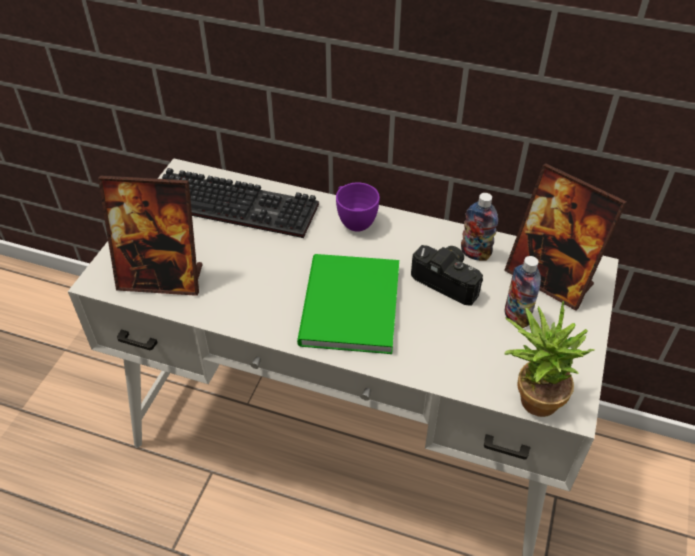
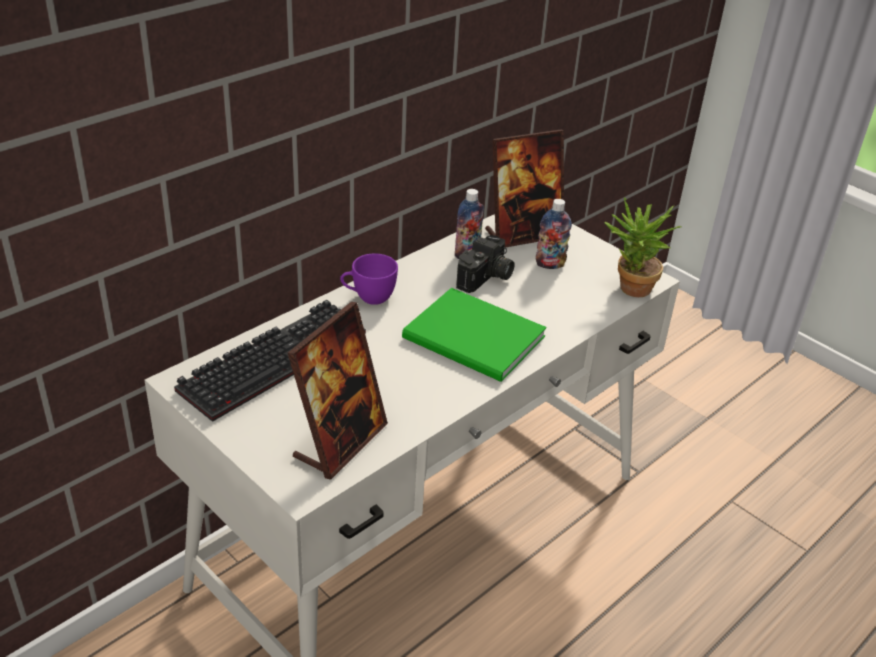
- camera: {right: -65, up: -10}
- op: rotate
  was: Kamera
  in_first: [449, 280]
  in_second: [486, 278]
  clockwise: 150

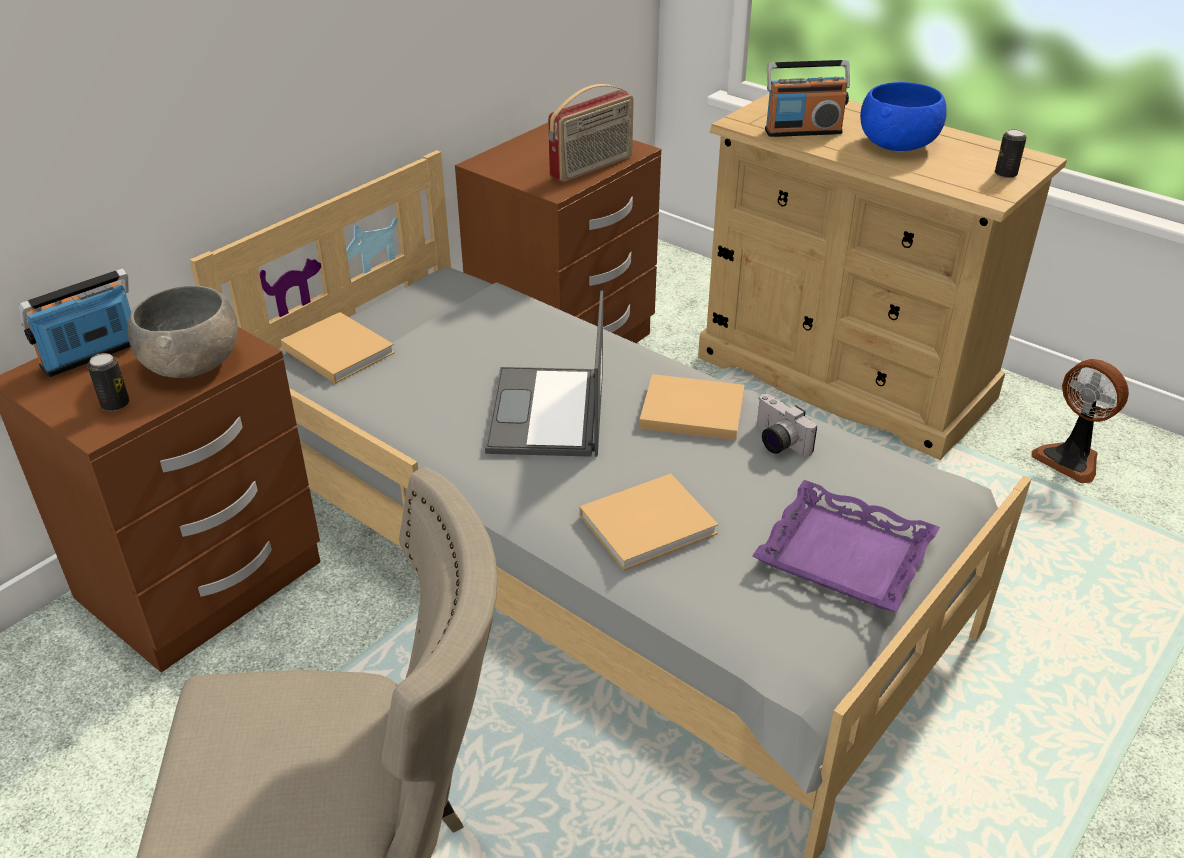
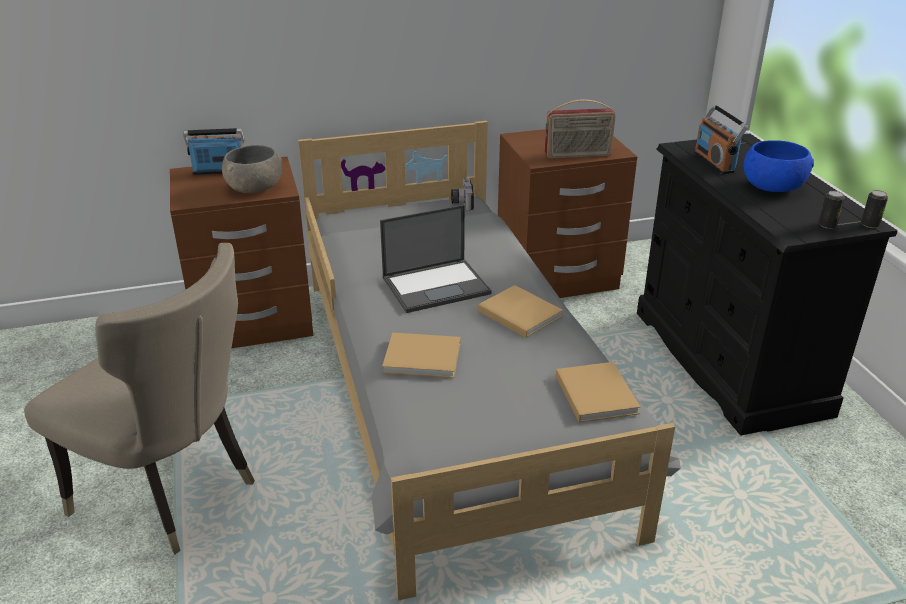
- camera: {right: 35, up: -5}
- op: rotate
  was: Laptop
  in_first: [547, 414]
  in_second: [437, 285]
  clockwise: -150
- op: move
  was: Kamera
  in_first: [776, 442]
  in_second: [461, 202]
- op: move
  was: Buch (beige)
  in_first: [336, 349]
  in_second: [595, 392]
- op: recolor
  was: Kommode (beige)
  now: Kommode (schwarz)
  in_first: [844, 377]
  in_second: [728, 361]
- op: rotate
  was: Radio
  in_first: [802, 131]
  in_second: [714, 162]
  clockwise: 45
- op: move
  was: Dose
  in_first: [115, 404]
  in_second: [870, 224]
- op: delete
  was: Tablett (lila)
  in_first: [845, 554]
- op: delete
  was: Ventilator
  in_first: [1070, 459]

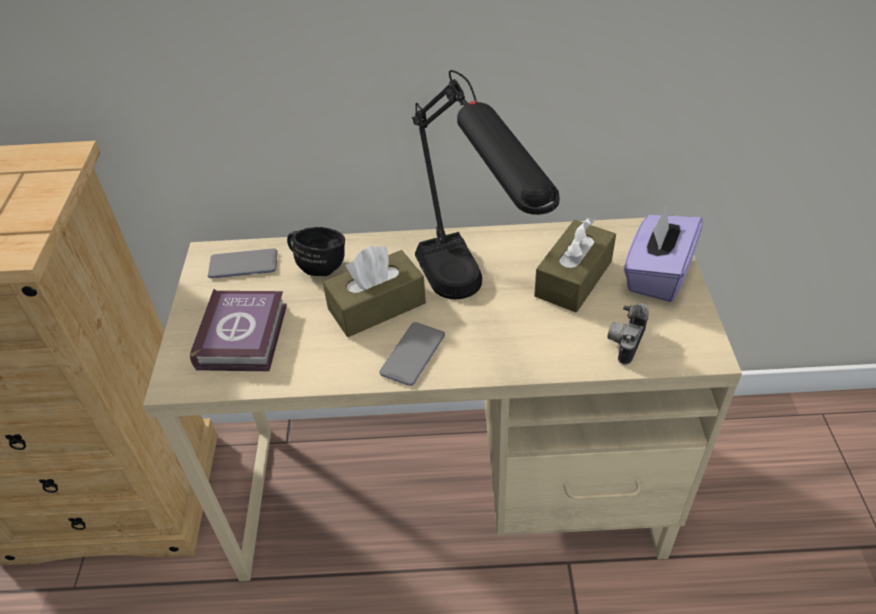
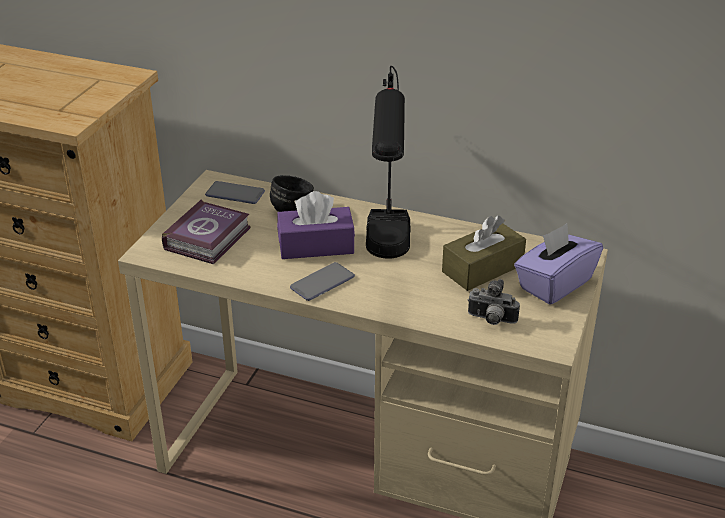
- camera: {right: 20, up: -10}
- op: recolor
  was: Taschentuchbox (braun)
  now: Taschentuchbox (lila)
  in_first: [377, 306]
  in_second: [316, 246]
- op: rotate
  was: Kamera
  in_first: [625, 343]
  in_second: [491, 320]
  clockwise: -120

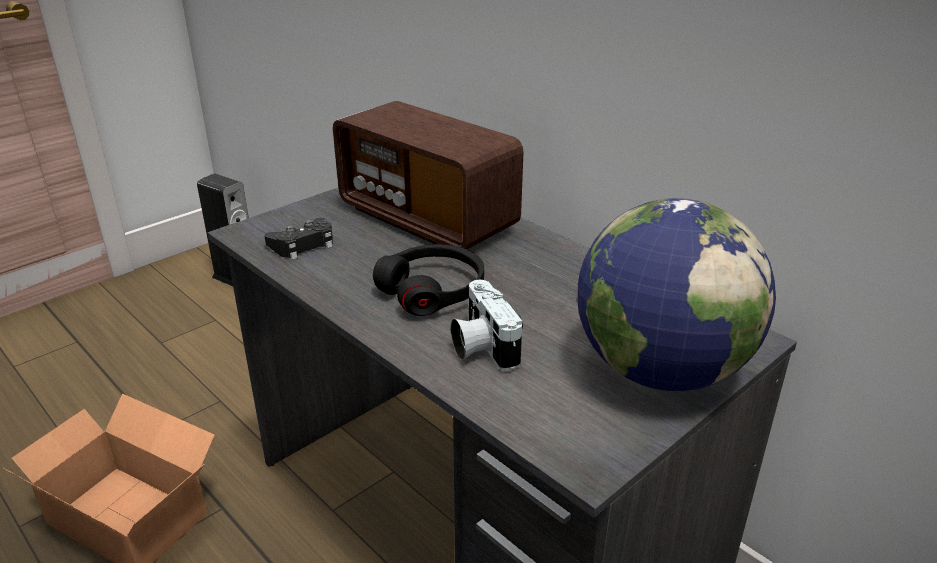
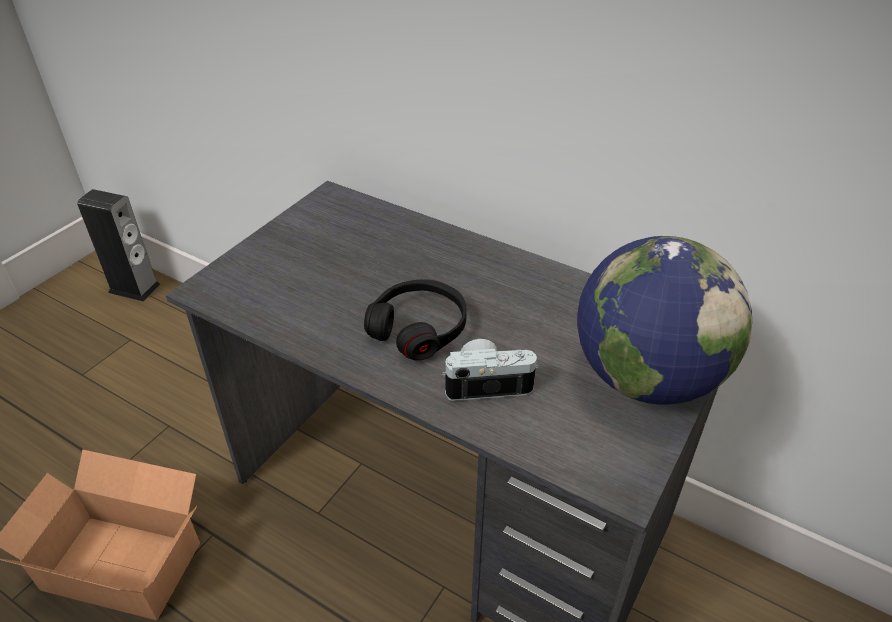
- camera: {right: -15, up: 10}
- op: rotate
  was: Kamera
  in_first: [481, 346]
  in_second: [487, 382]
  clockwise: 120
- op: delete
  was: Gamepad (schwarz)
  in_first: [303, 245]
- op: delete
  was: Radio
  in_first: [427, 219]

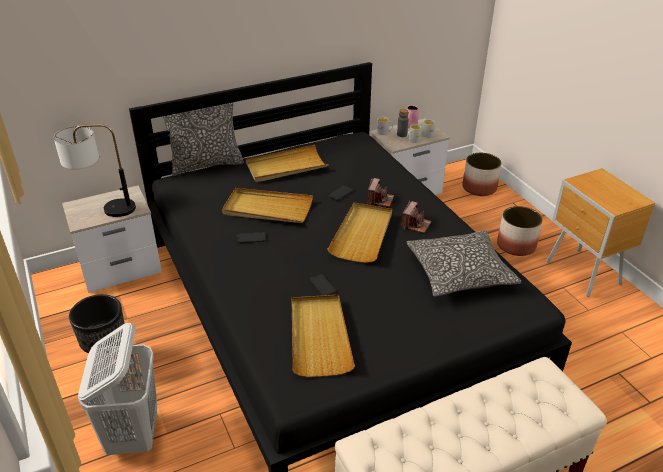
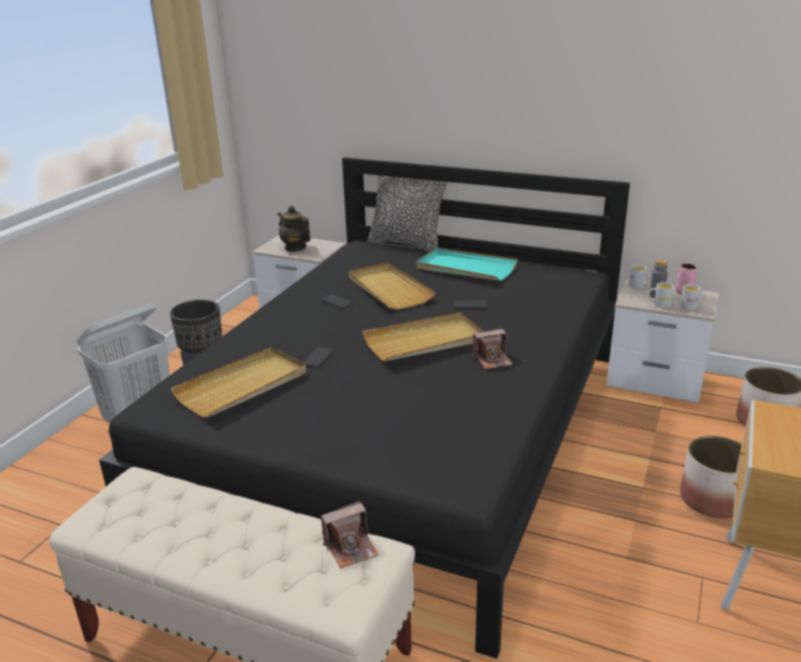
- camera: {right: 50, up: -10}
- op: replace
  was: Tischlampe
  now: Teekanne
  in_first: [104, 209]
  in_second: [295, 248]
- op: move
  was: Kamera
  in_first: [380, 200]
  in_second: [351, 548]
- op: recolor
  was: Tablett (beige)
  now: Tablett (türkis)
  in_first: [286, 166]
  in_second: [465, 268]
- op: delete
  was: Kissen
  in_first: [460, 273]

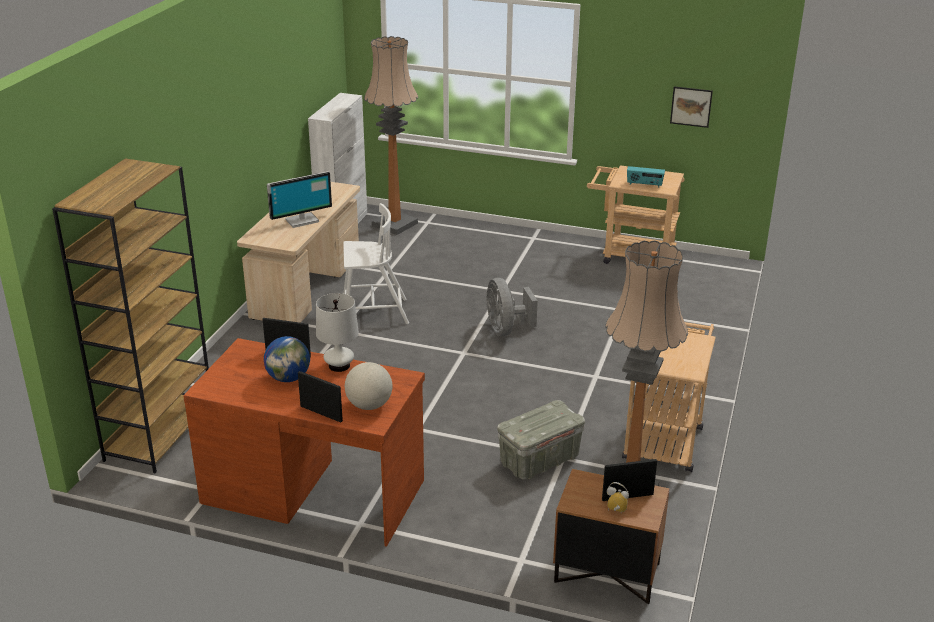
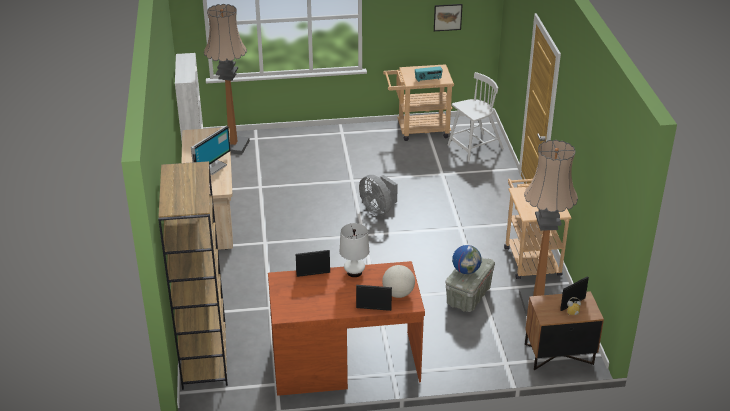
- camera: {right: -25, up: 5}
- op: move
  was: Stuhl (weiß)
  in_first: [373, 313]
  in_second: [474, 147]
- op: move
  was: Globus
  in_first: [288, 378]
  in_second: [466, 270]

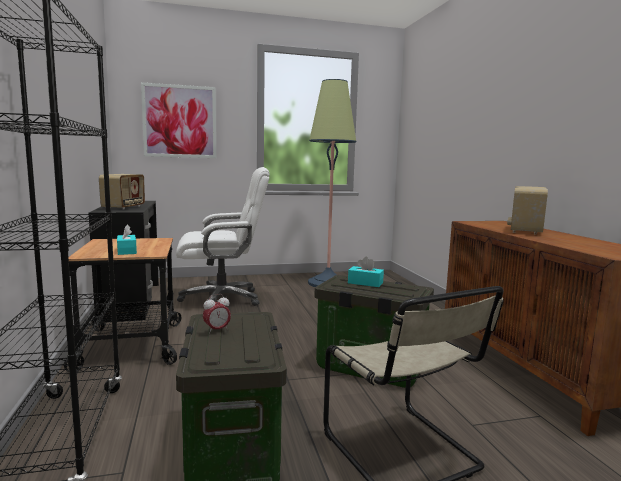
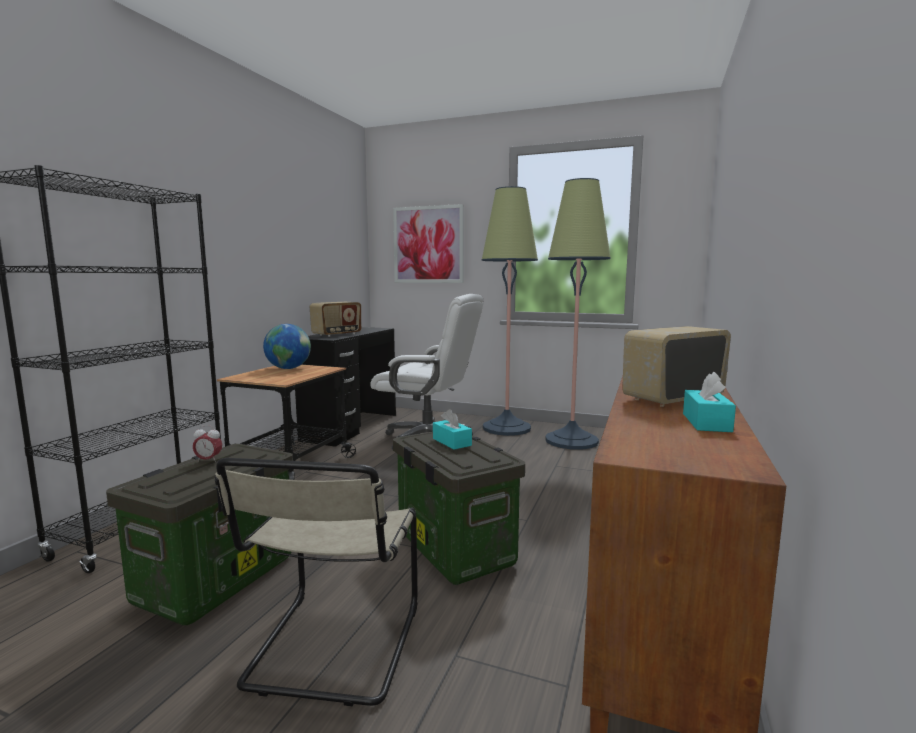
- camera: {right: 35, up: 0}
- op: insert
  now: Globus
  in_second: [288, 368]
- op: insert
  now: Stehlampe
  in_second: [506, 428]
- op: move
  was: Taschentuchbox (türkis)
  in_first: [127, 251]
  in_second: [706, 422]

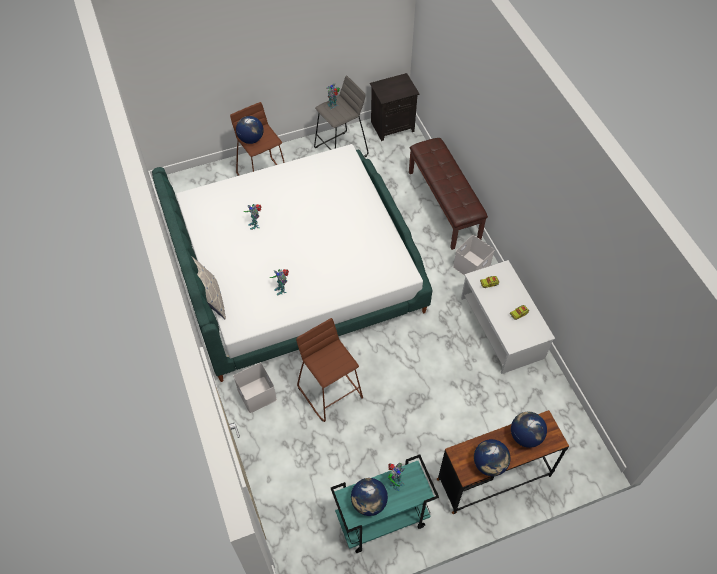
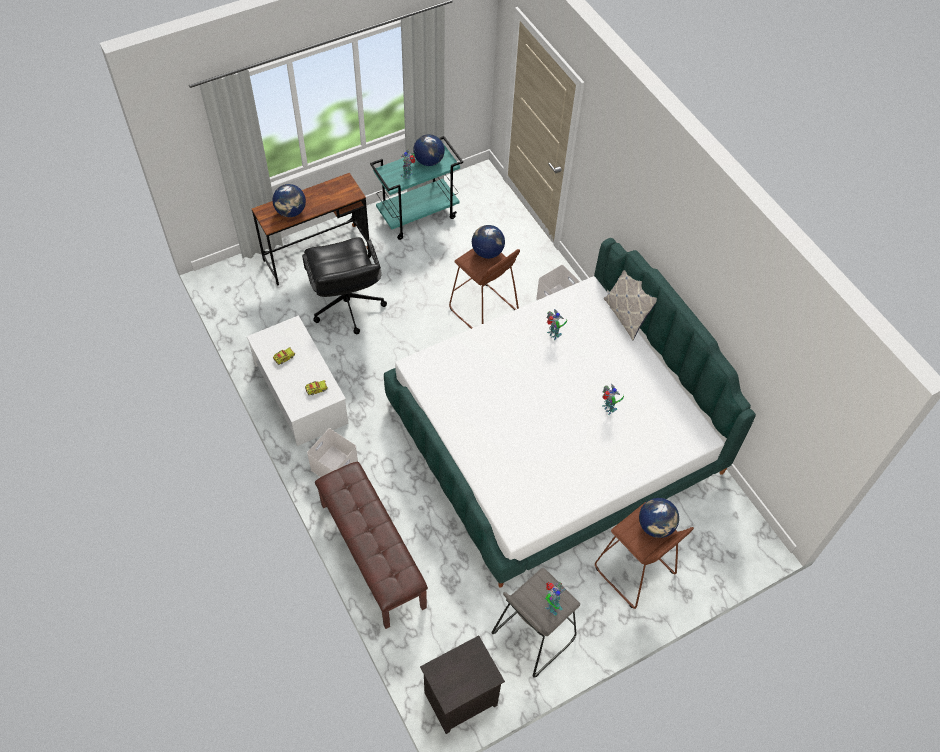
- camera: {right: 170, up: 0}
- op: insert
  now: Bürostuhl (schwarz)
  in_second: [347, 306]
- op: move
  was: Globus
  in_first: [489, 464]
  in_second: [487, 252]

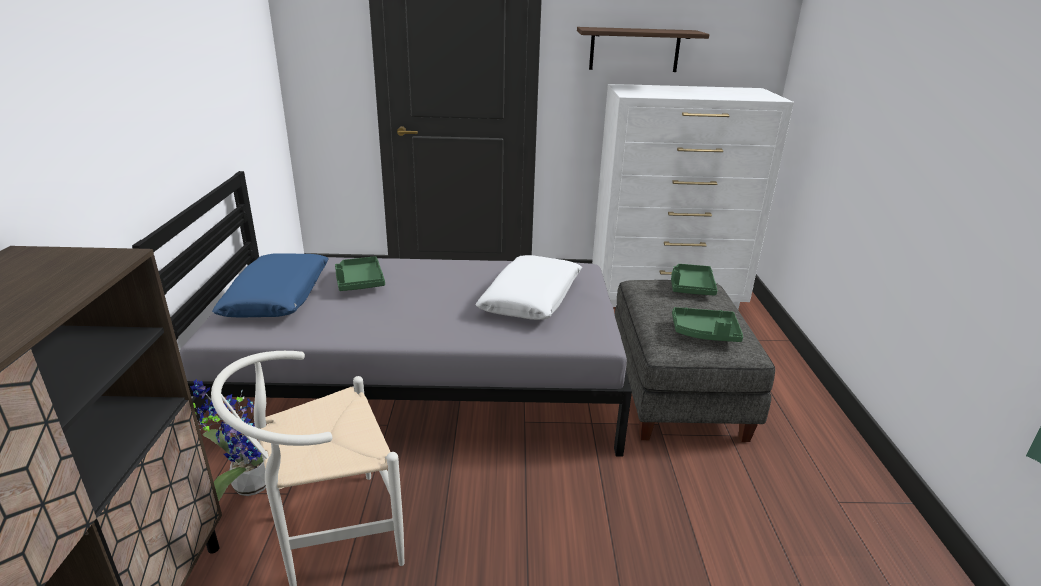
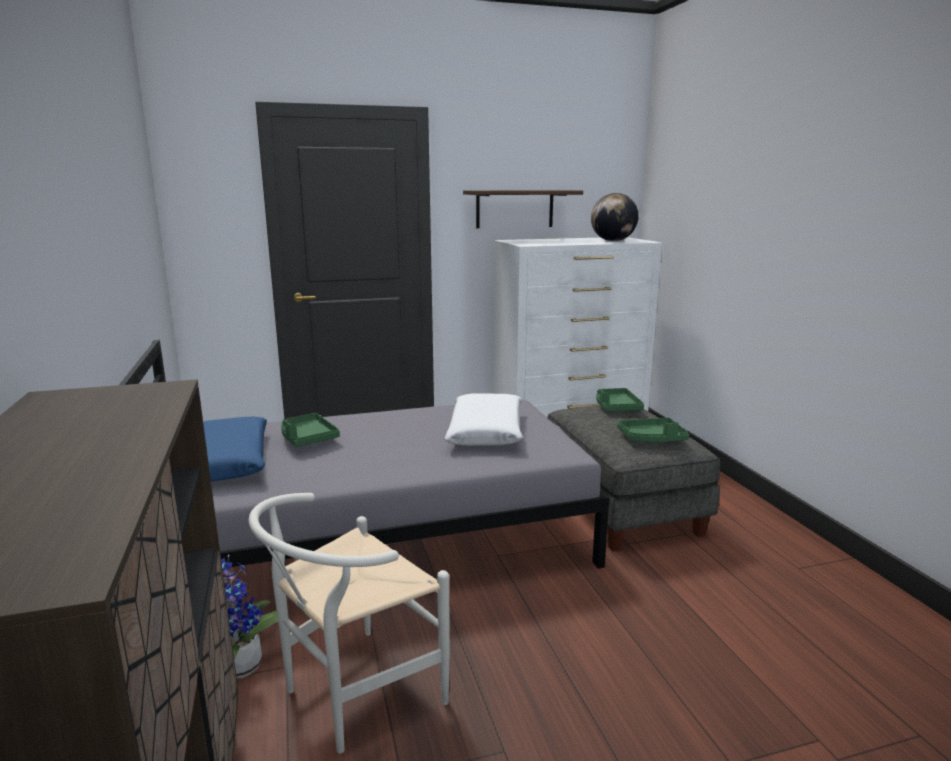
- camera: {right: -15, up: -10}
- op: insert
  now: Globus
  in_second: [613, 241]

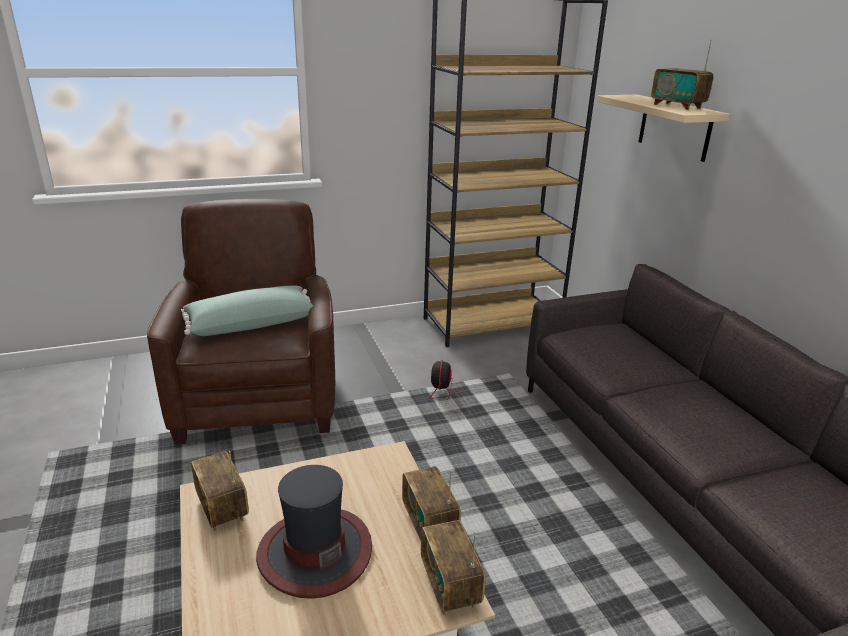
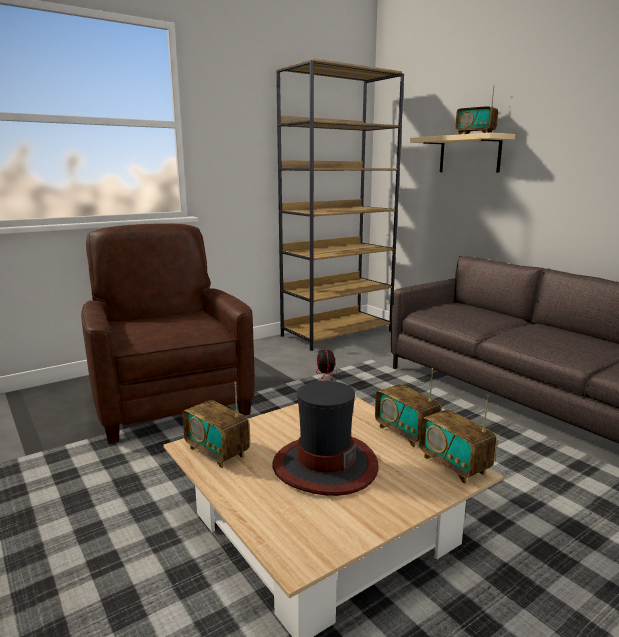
- camera: {right: -15, up: -10}
- op: delete
  was: Kissen (grün)
  in_first: [251, 323]

